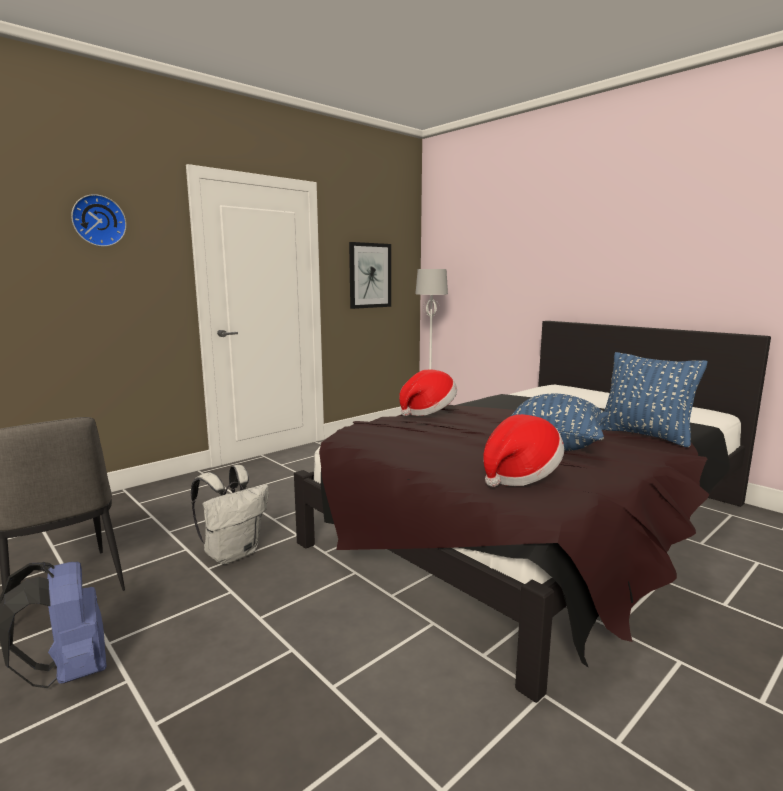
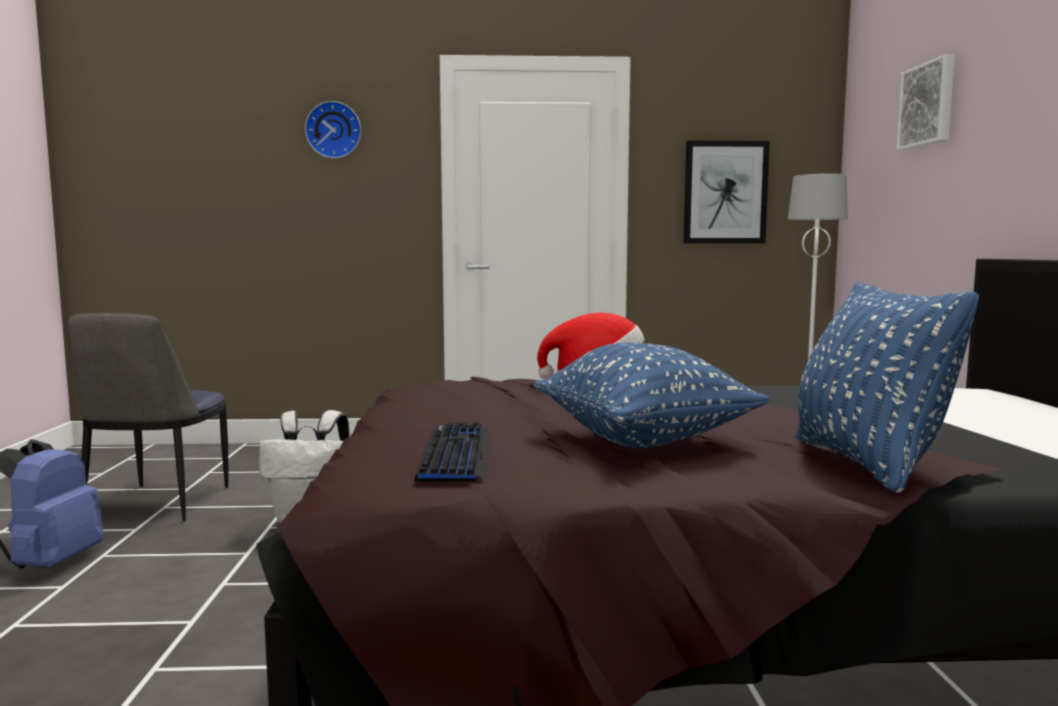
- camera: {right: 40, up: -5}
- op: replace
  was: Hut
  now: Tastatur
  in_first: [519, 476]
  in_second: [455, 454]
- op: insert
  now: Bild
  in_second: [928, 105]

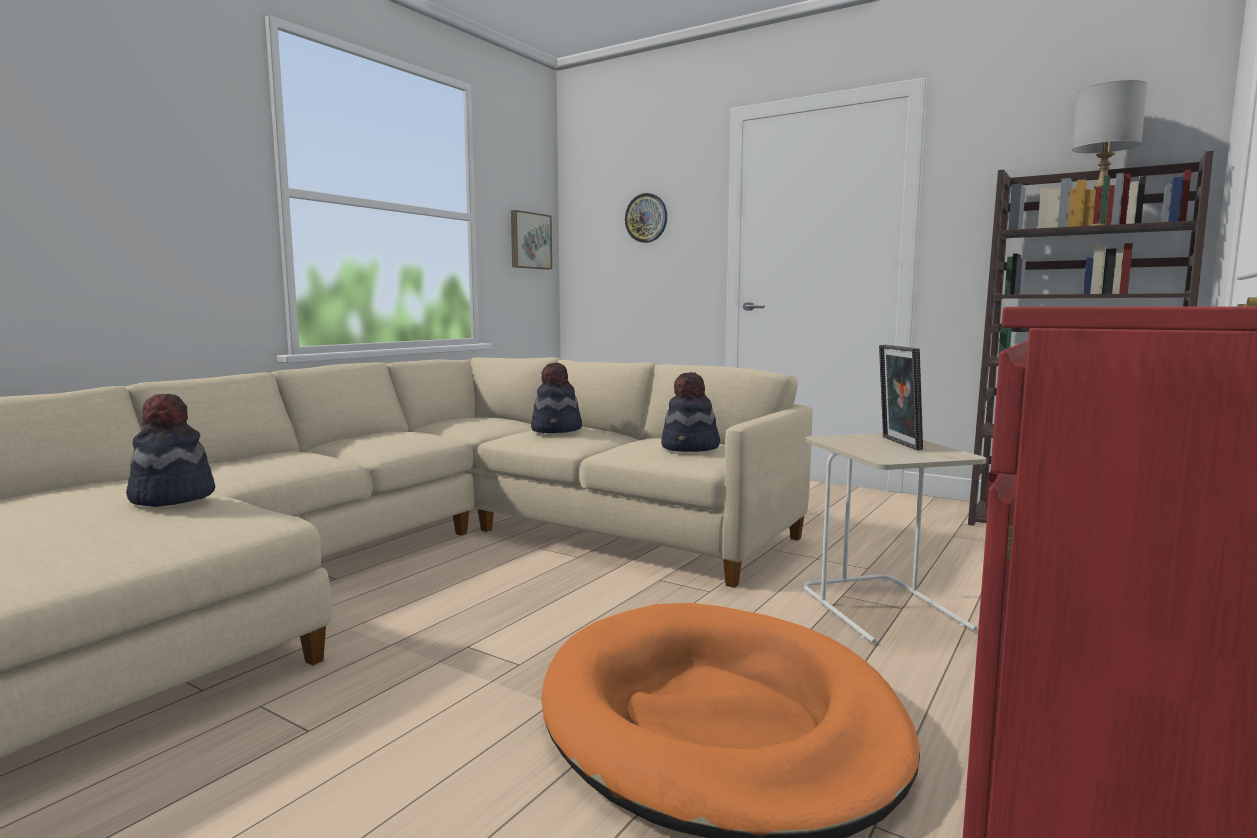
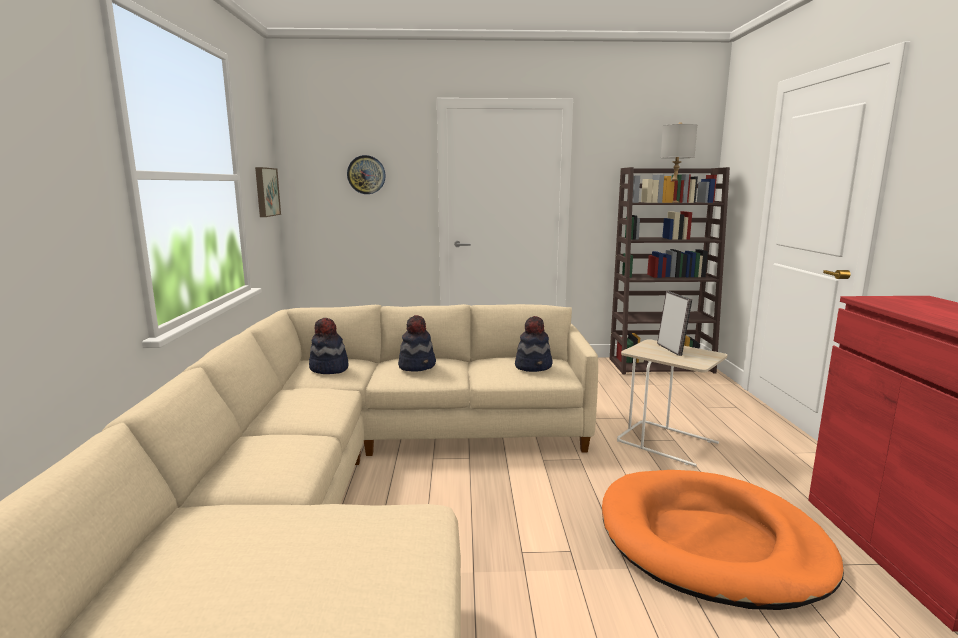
- camera: {right: -35, up: 5}
- op: move
  was: Hut
  in_first: [171, 497]
  in_second: [329, 369]
- op: rotate
  was: Bilderrahmen
  in_first: [897, 443]
  in_second: [671, 349]
  clockwise: -150

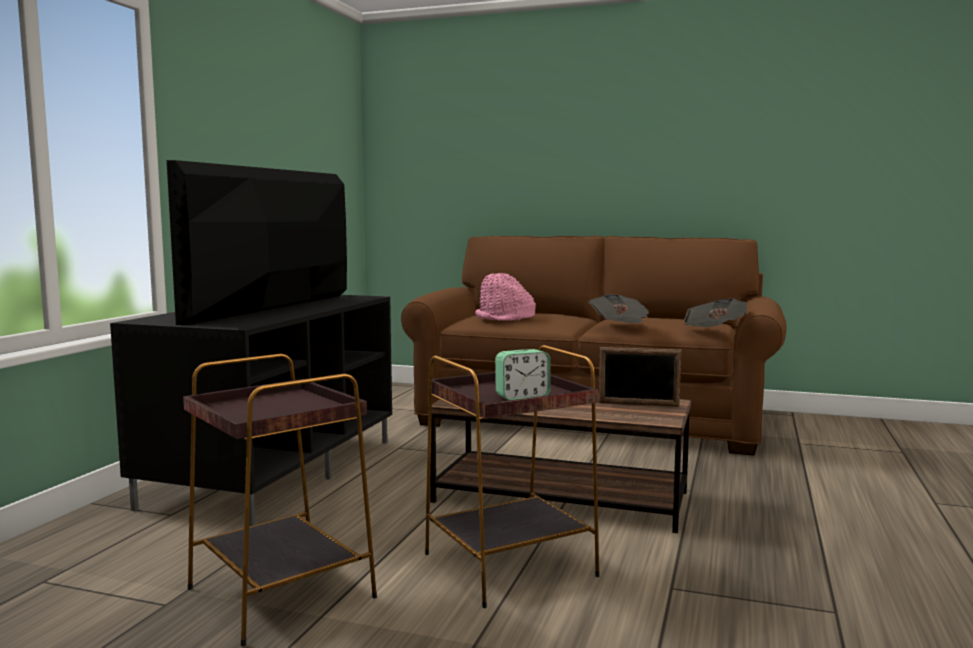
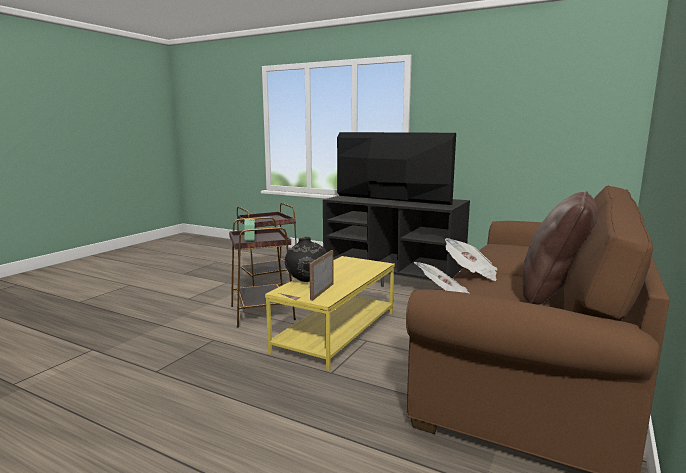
- camera: {right: 100, up: 5}
- op: recolor
  was: Couchtisch (braun)
  now: Couchtisch (gelb)
  in_first: [561, 497]
  in_second: [336, 331]
- op: insert
  now: Vase (schwarz)
  in_second: [305, 281]
- op: insert
  now: Kissen (braun)
  in_second: [553, 294]
- op: delete
  was: Hut (rosa)
  in_first: [505, 318]

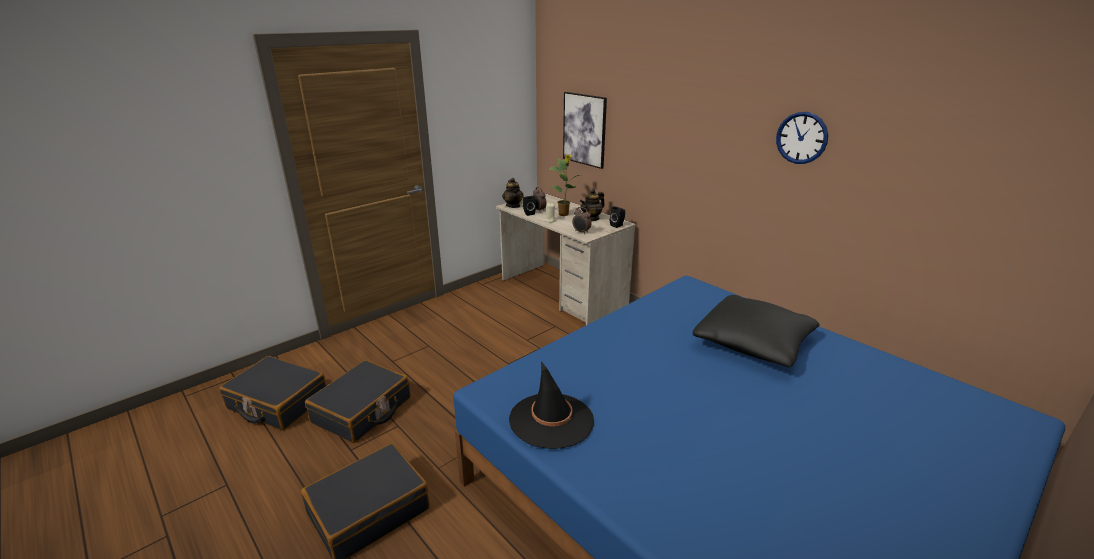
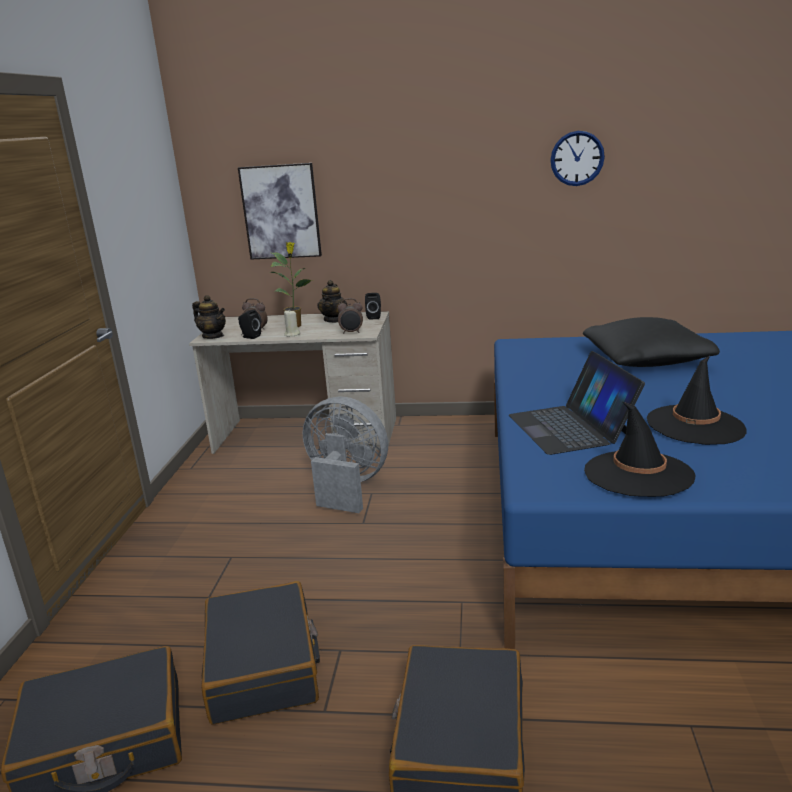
- camera: {right: -40, up: -5}
- op: insert
  now: Ventilator (grau)
  in_second: [346, 487]
- op: insert
  now: Laptop
  in_second: [571, 427]
- op: insert
  now: Hut (schwarz)
  in_second: [695, 425]

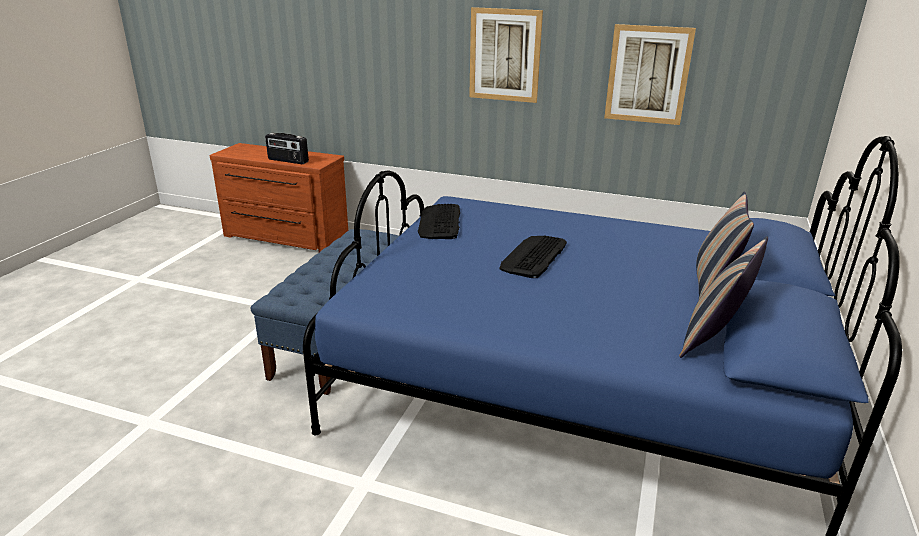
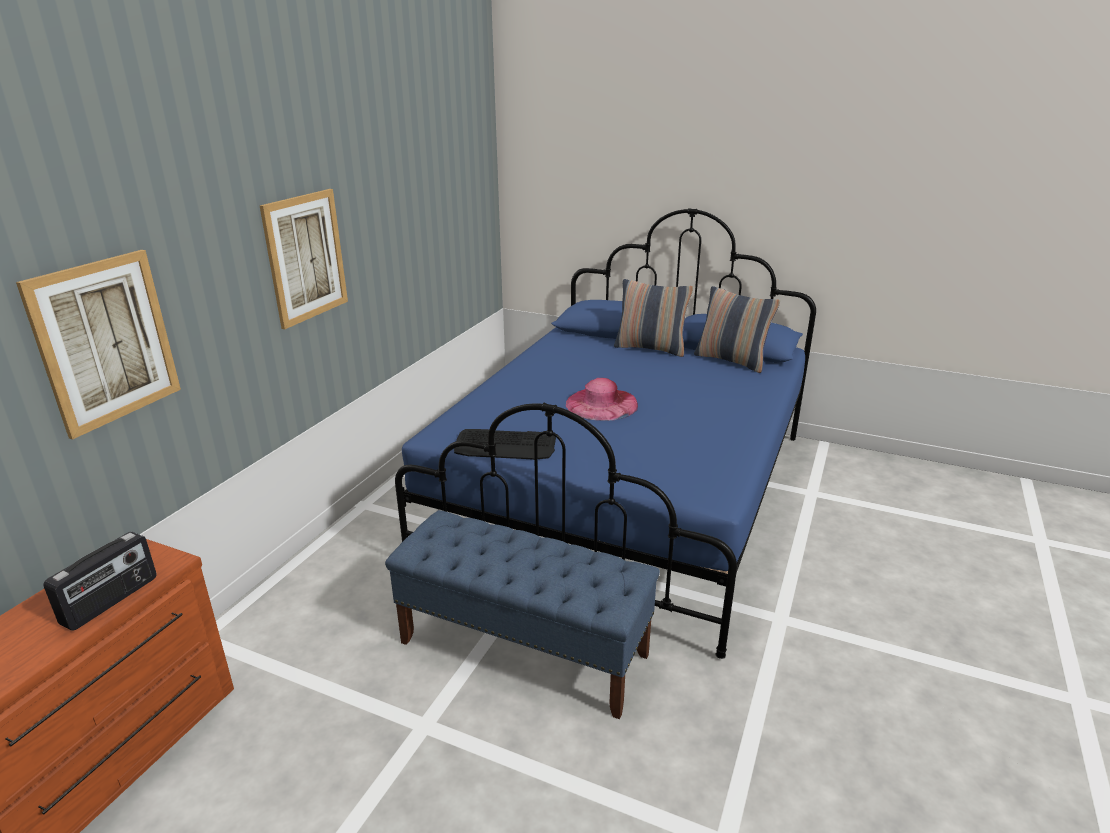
- camera: {right: -85, up: 0}
- op: move
  was: Bild
  in_first: [648, 75]
  in_second: [106, 341]
- op: replace
  was: Tastatur
  now: Hut (rosa)
  in_first: [533, 257]
  in_second: [602, 404]

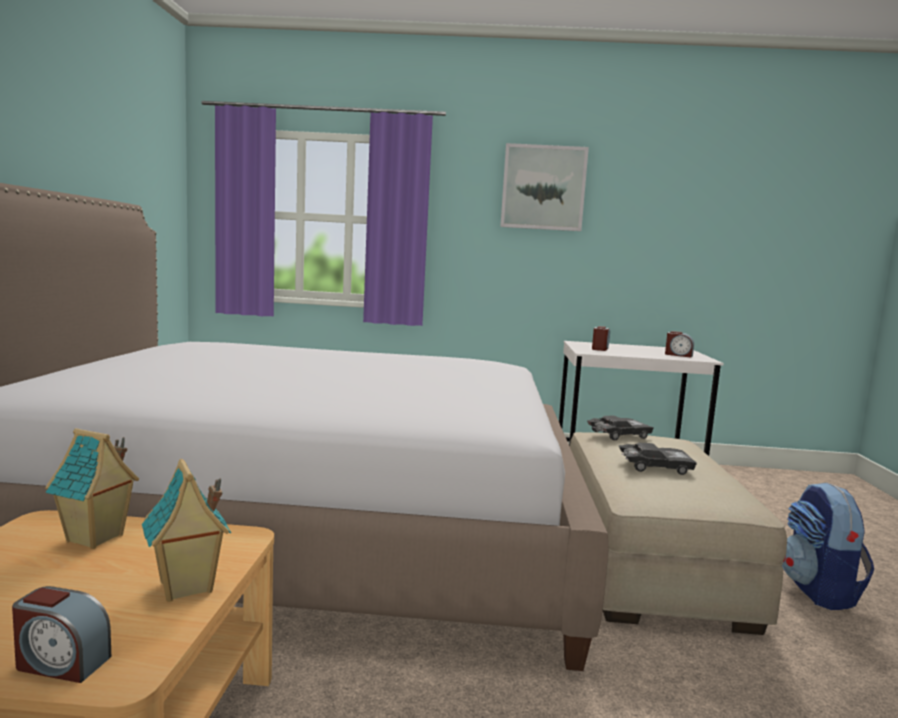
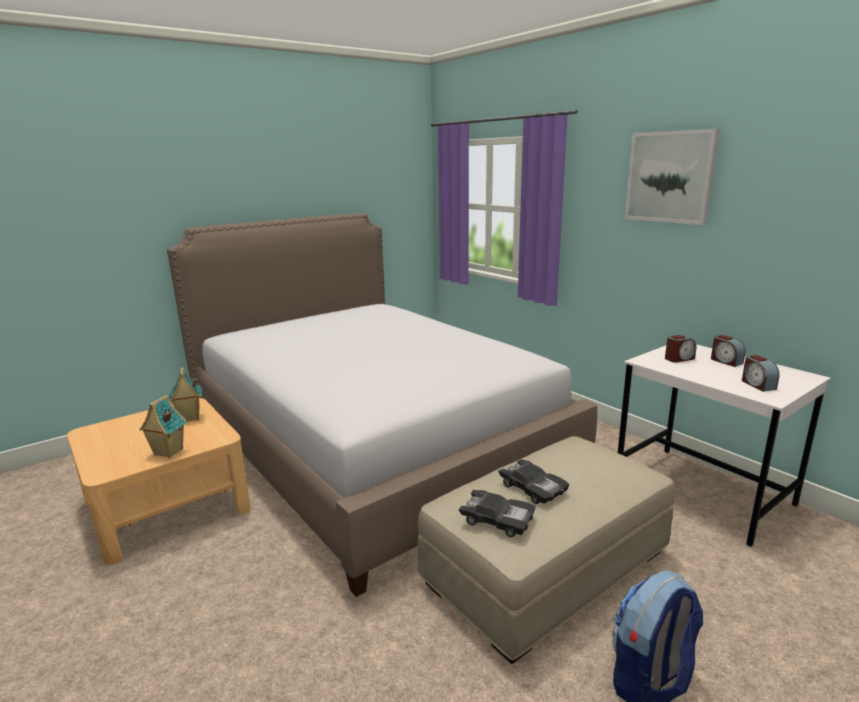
- camera: {right: 50, up: 10}
- op: move
  was: Spielzeugauto (schwarz)
  in_first: [618, 435]
  in_second: [497, 519]
- op: move
  was: Wecker
  in_first: [61, 663]
  in_second: [725, 361]

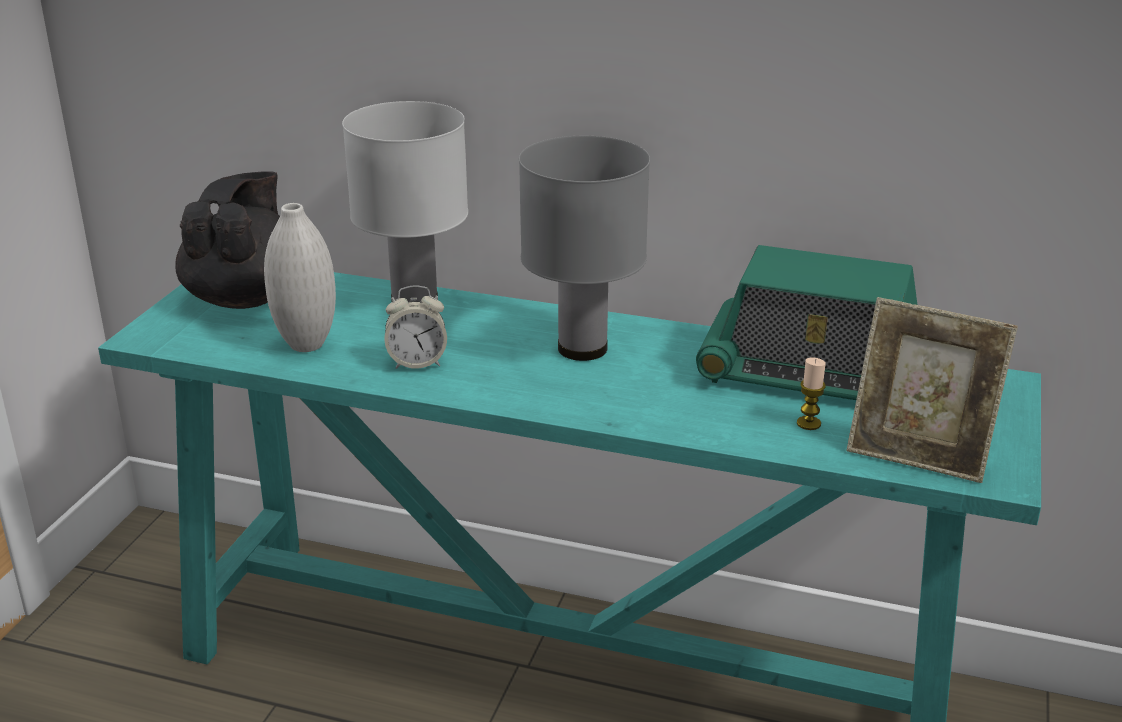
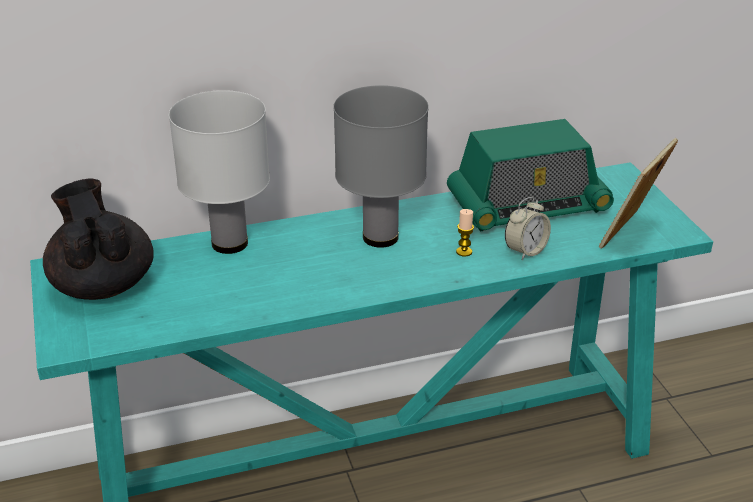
- camera: {right: -35, up: 5}
- op: move
  was: Kerze
  in_first: [808, 423]
  in_second: [464, 252]
- op: move
  was: Wecker
  in_first: [417, 362]
  in_second: [525, 251]
- op: rotate
  was: Bilderrahmen
  in_first: [919, 455]
  in_second: [631, 234]
  clockwise: 135
- op: delete
  was: Vase (weiß)
  in_first: [306, 344]

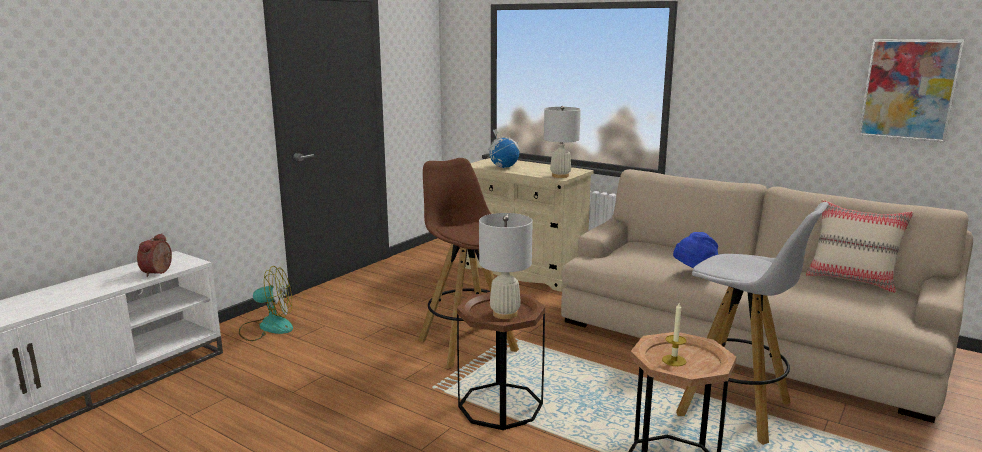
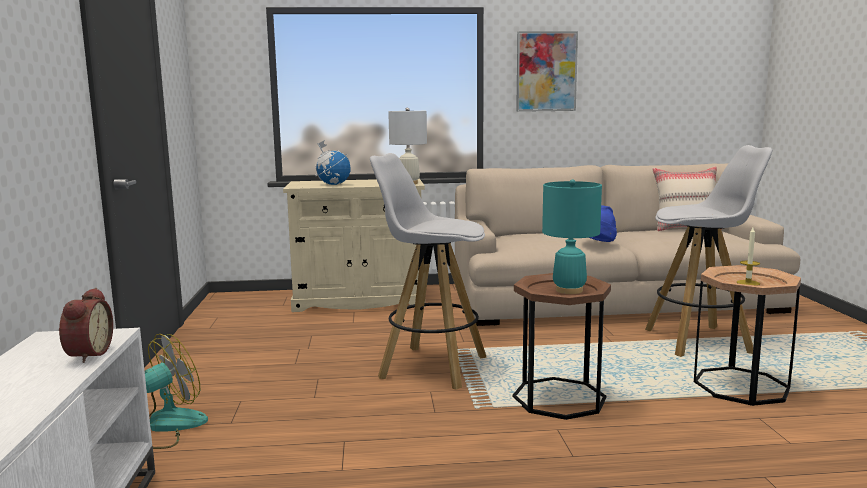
- camera: {right: -40, up: -5}
- op: rotate
  was: Wecker
  in_first: [159, 272]
  in_second: [86, 354]
  clockwise: -150
- op: recolor
  was: Hocker (braun)
  now: Hocker (weiß)
  in_first: [466, 345]
  in_second: [431, 367]
- op: move
  was: Bild
  in_first: [909, 89]
  in_second: [546, 71]
- op: recolor
  was: Tischlampe (weiß)
  now: Tischlampe (türkis)
  in_first: [504, 314]
  in_second: [569, 290]

